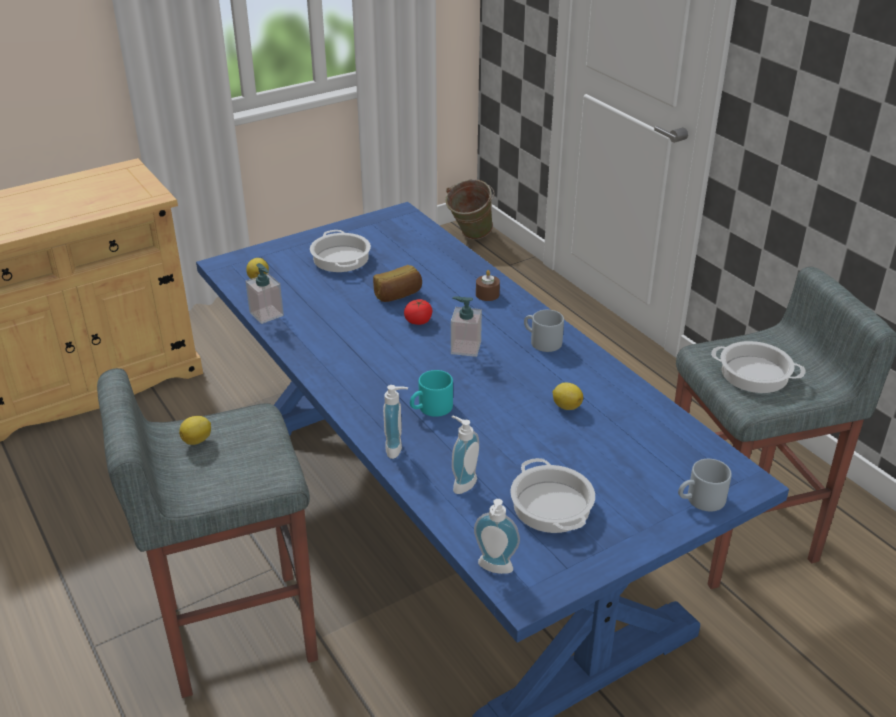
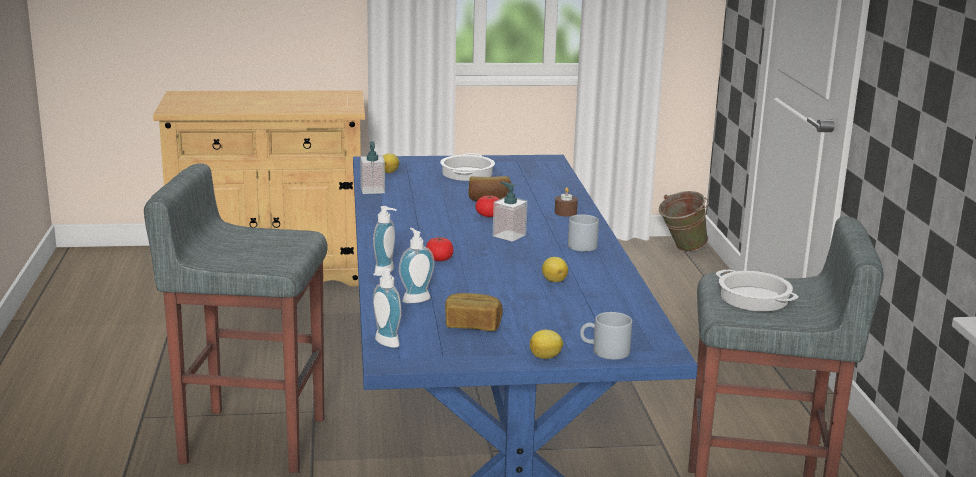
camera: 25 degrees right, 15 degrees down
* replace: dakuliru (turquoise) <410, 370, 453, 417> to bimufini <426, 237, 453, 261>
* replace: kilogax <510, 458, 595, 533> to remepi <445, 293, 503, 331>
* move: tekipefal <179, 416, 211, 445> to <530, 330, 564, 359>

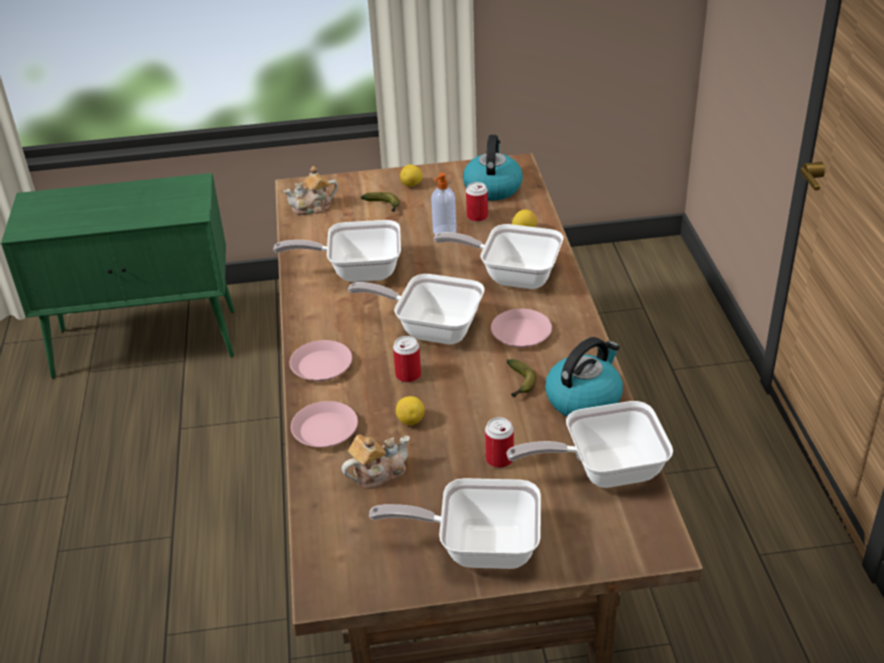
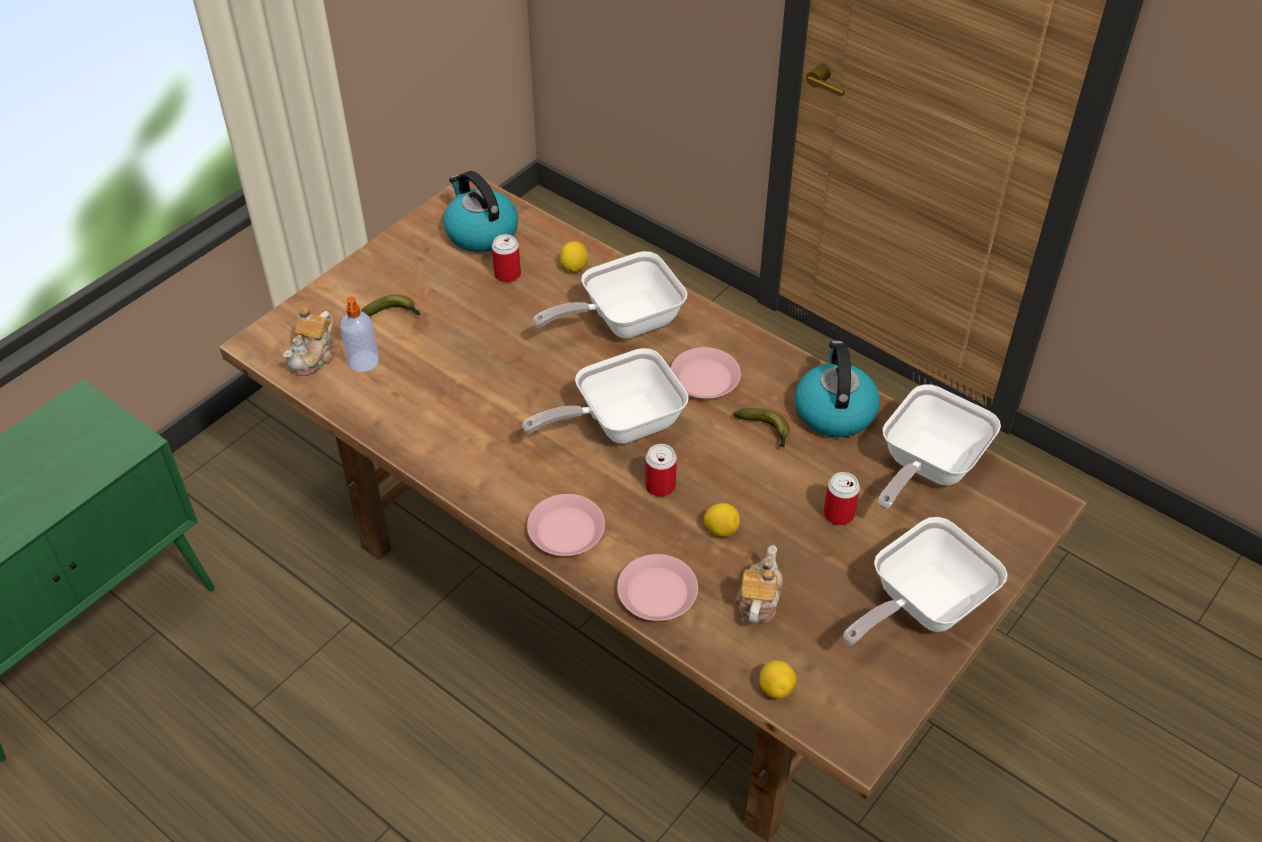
camera: 45 degrees left, 10 degrees up
* move: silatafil <431, 172, 456, 234> to <341, 296, 379, 372>
* move: tekipefal <400, 165, 423, 187> to <759, 660, 796, 699>
* delete: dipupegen <273, 220, 401, 282>

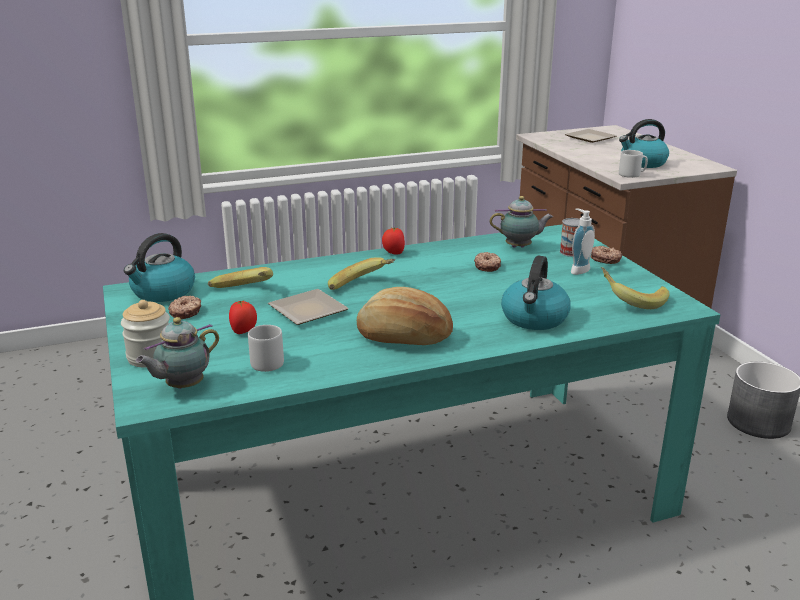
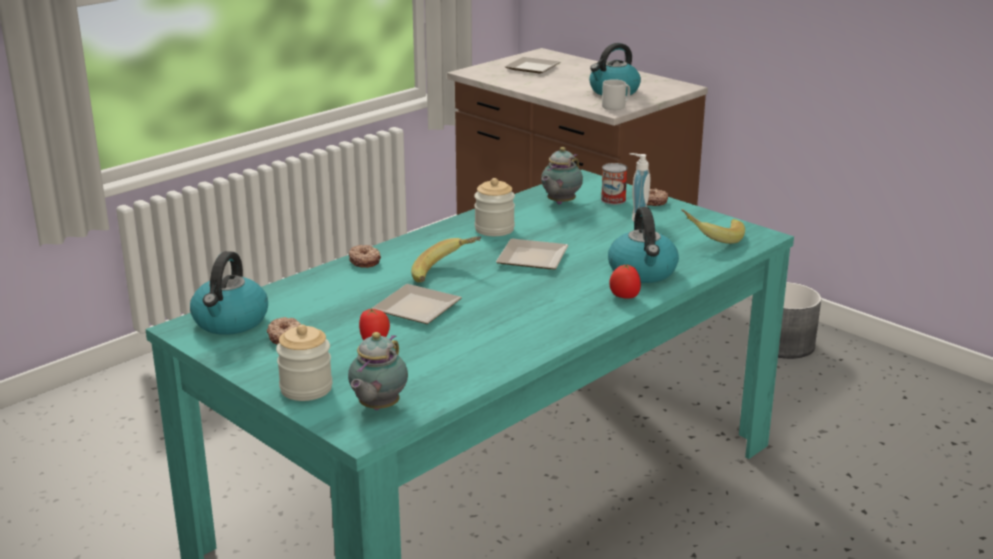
camera: 25 degrees left, 0 degrees up
* move: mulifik <474, 252, 501, 272> to <349, 245, 381, 268>
* insert: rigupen <474, 178, 515, 236>
* insert: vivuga <496, 239, 568, 269>
* rotate: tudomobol <490, 196, 553, 248> = <541, 147, 583, 204> 150 degrees clockwise
* move: bimufini <382, 227, 405, 255> to <609, 264, 641, 299>
* delete: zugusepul <208, 267, 273, 288>
* delete: dakuliru (grey) <248, 325, 284, 372>
* delete: remepi <357, 287, 453, 345>

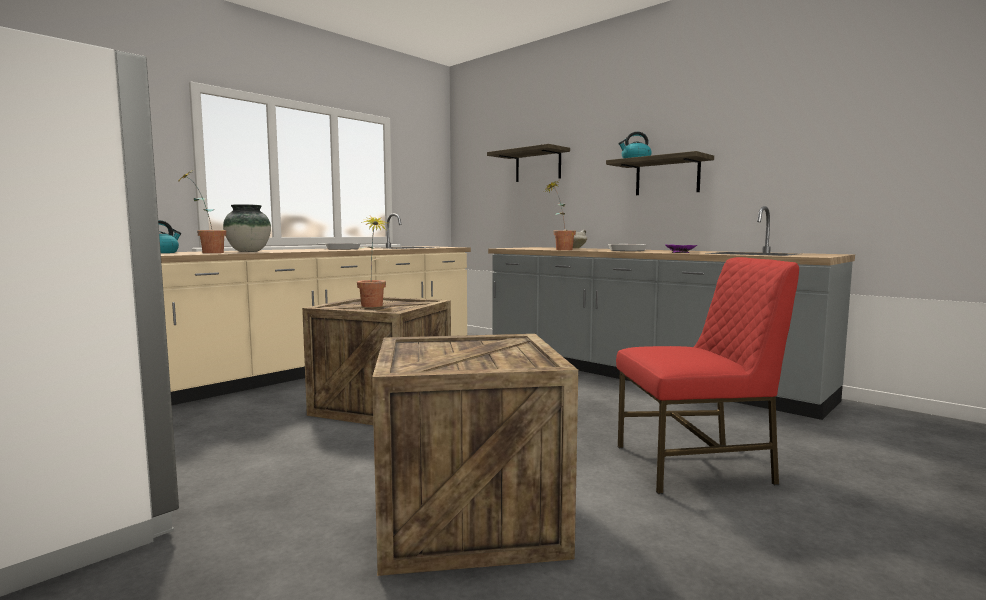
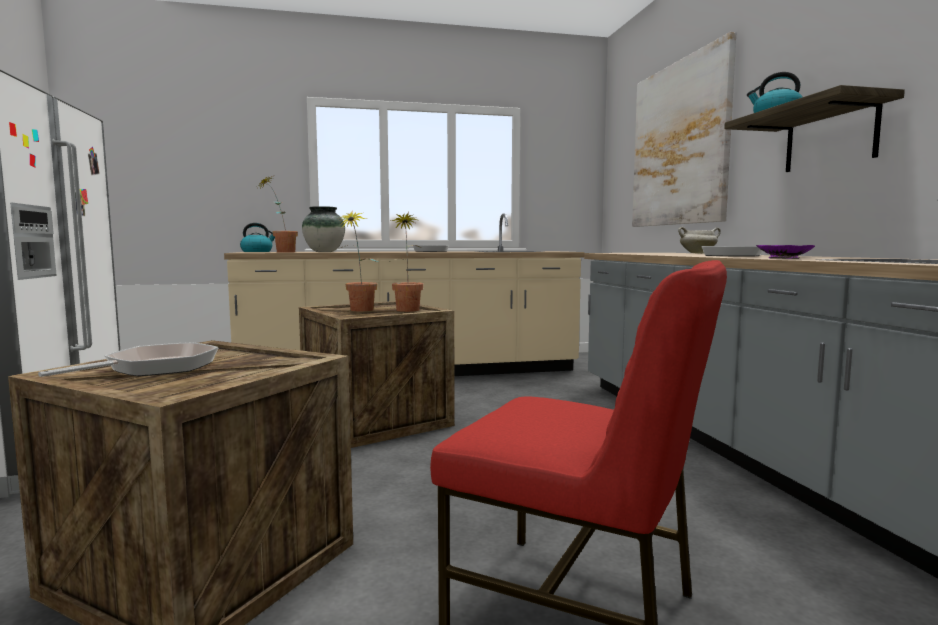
camera: 35 degrees right, 0 degrees up
* insert: dipupegen <38, 342, 219, 377>
* move: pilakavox <544, 181, 576, 250> to <389, 212, 423, 312>
* replace: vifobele <487, 144, 570, 182> to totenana <632, 32, 736, 227>

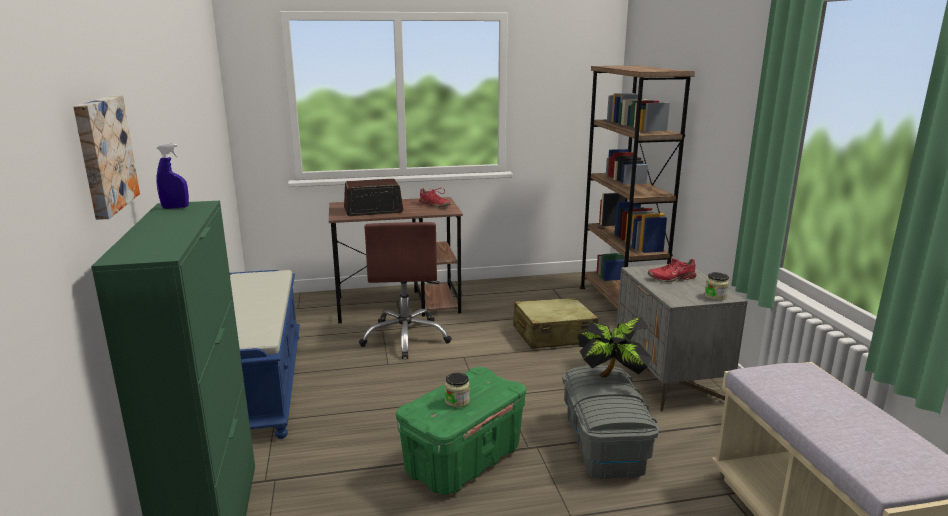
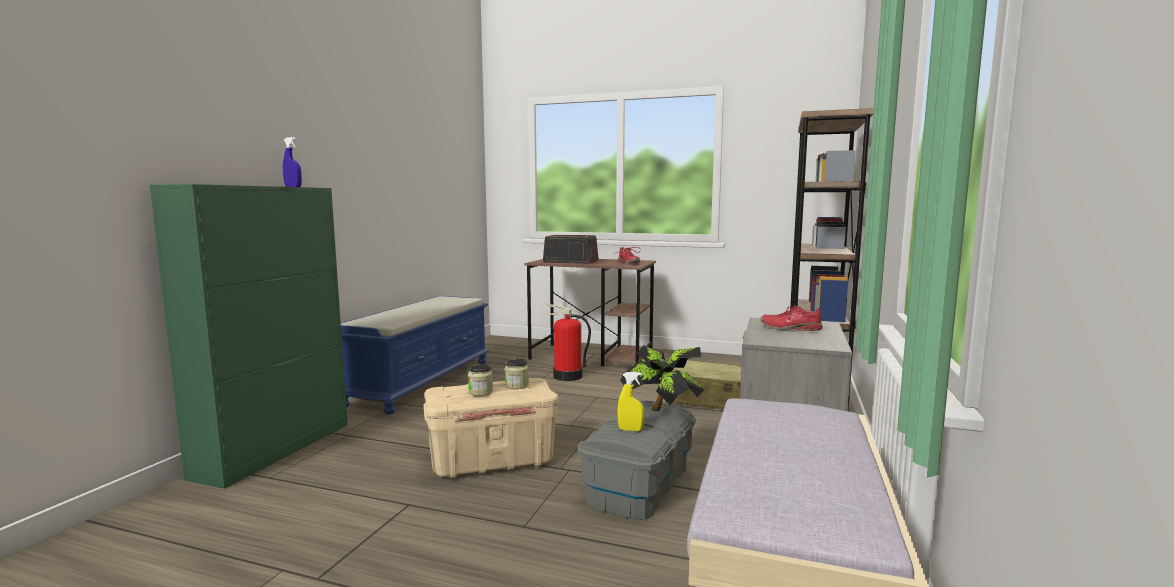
camera: 30 degrees right, 10 degrees down
* recolor: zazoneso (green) <396, 367, 526, 495> to zazoneso (beige) <423, 378, 558, 478>
* move: rigupen <705, 272, 729, 301> to <505, 359, 529, 389>
* replace: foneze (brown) <359, 222, 452, 359> to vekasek <543, 304, 591, 381>
* insert: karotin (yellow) <617, 372, 644, 431>
* delete: totenana <73, 96, 140, 220>

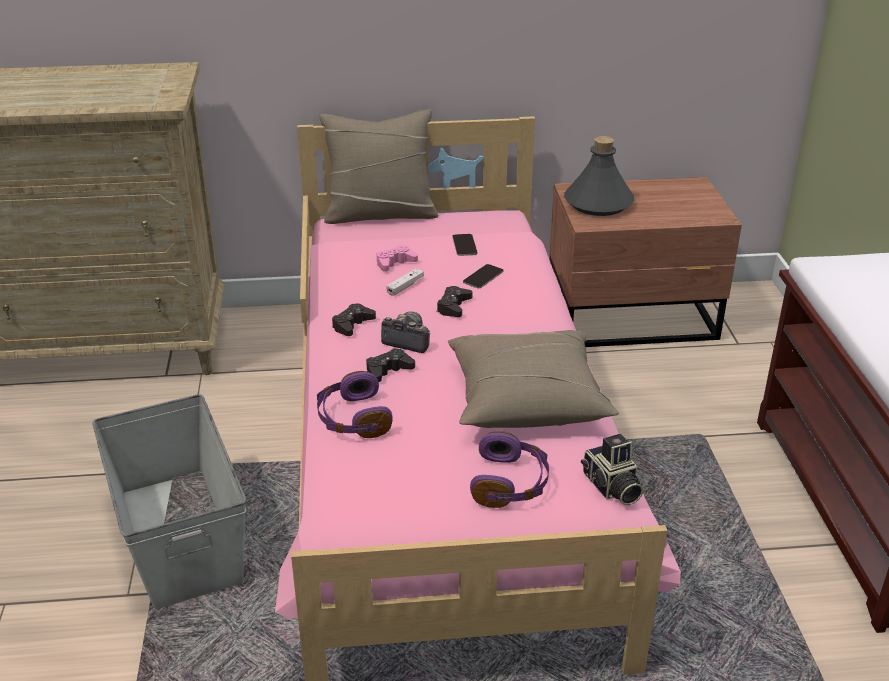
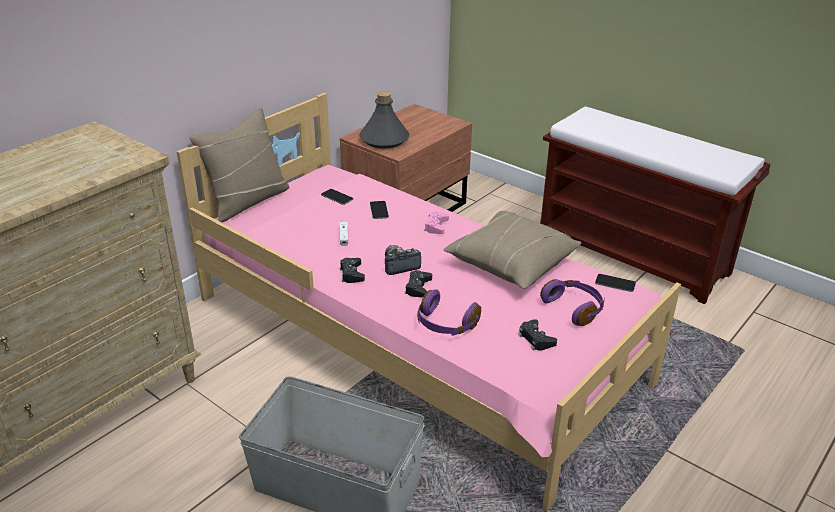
camera: 45 degrees left, 0 degrees up
* move: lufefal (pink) <377, 245, 418, 271> to <425, 211, 449, 234>
* move: lufefal (black) <437, 286, 472, 317> to <519, 319, 557, 351>
* replace: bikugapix <581, 434, 644, 505> to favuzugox <595, 274, 636, 292>

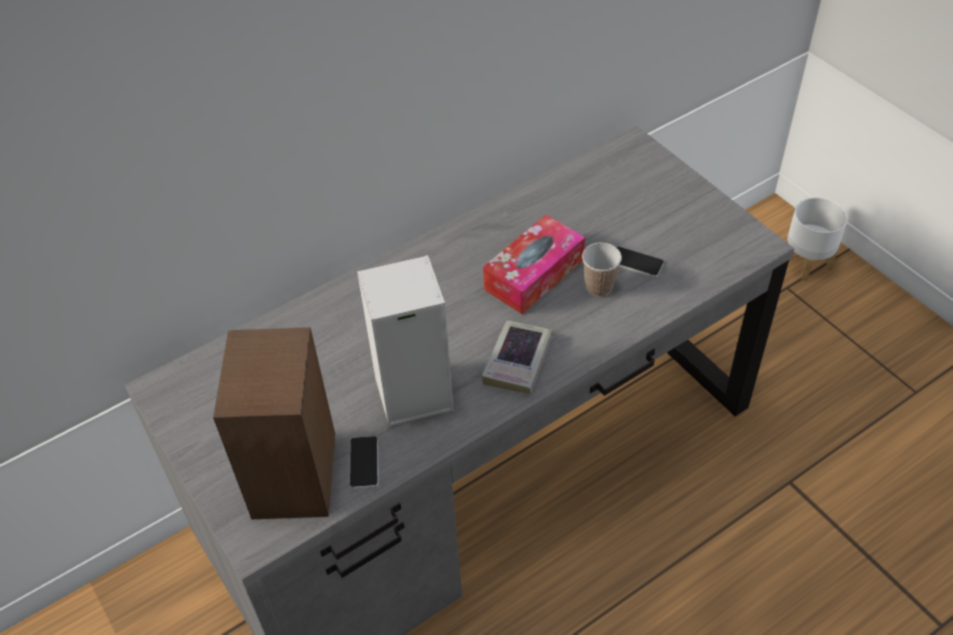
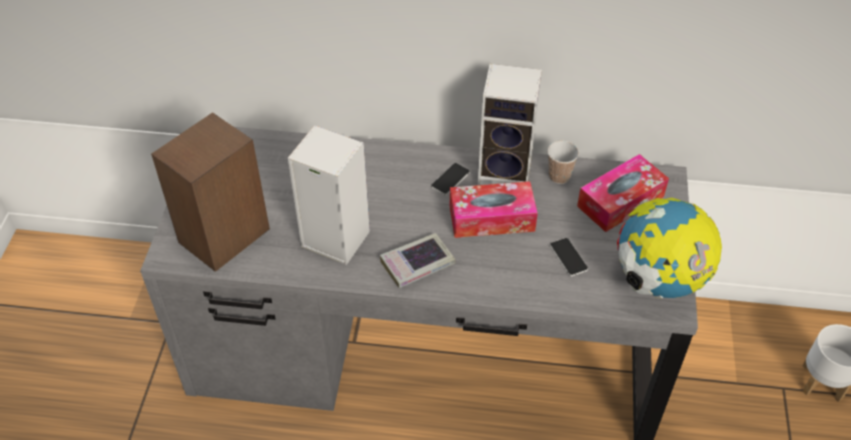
camera: 40 degrees right, 0 degrees up
* move: favuzugox <349, 436, 379, 489> to <431, 163, 470, 196>
* insert: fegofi <478, 64, 542, 185>
* move: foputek <582, 242, 622, 296> to <548, 141, 579, 184>
* insert: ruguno <577, 154, 669, 232>
* insert: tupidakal <617, 198, 722, 299>

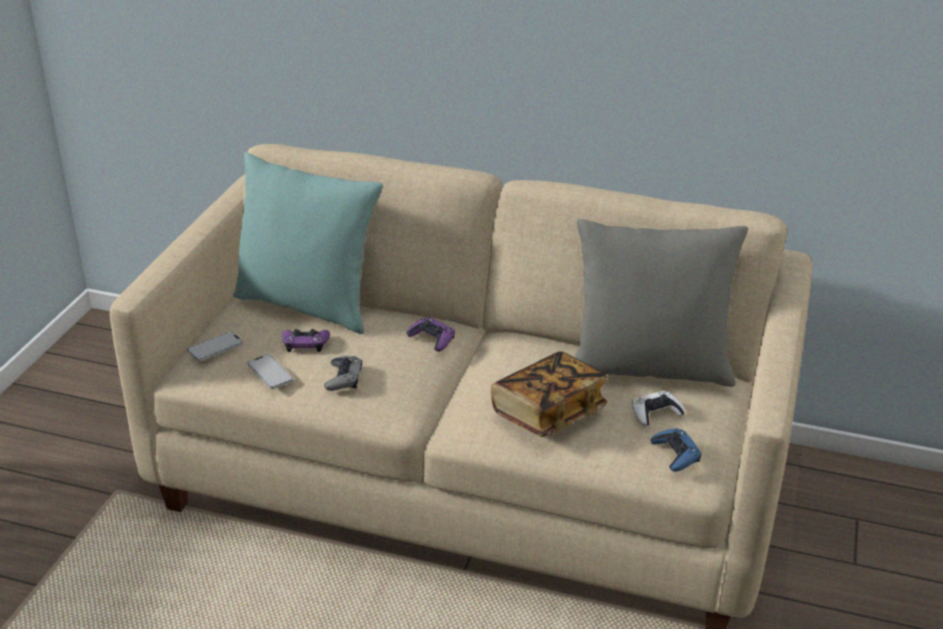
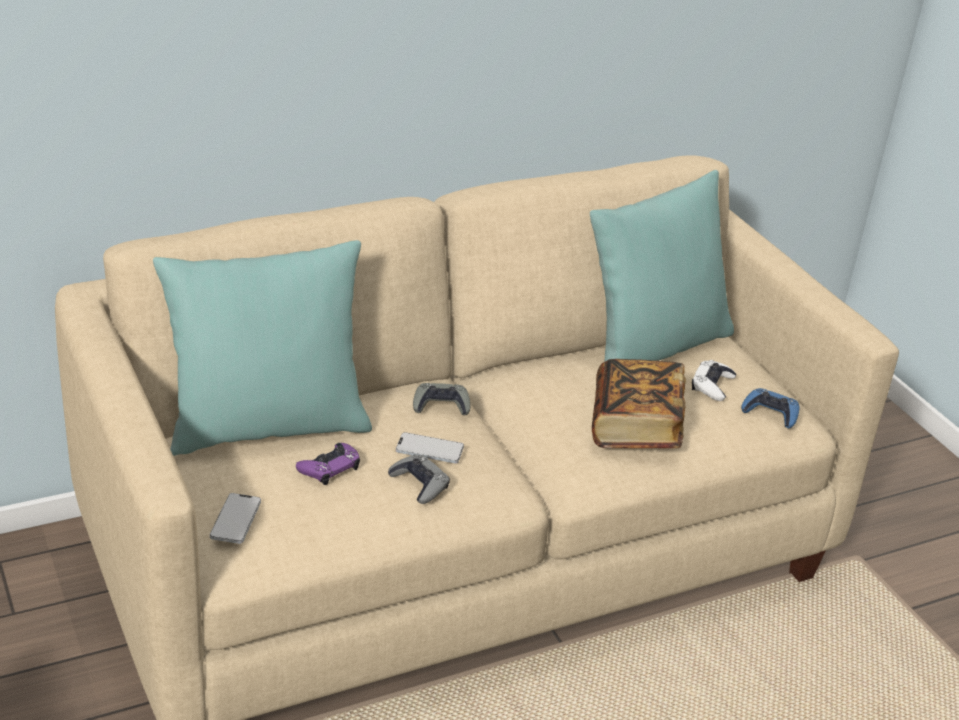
camera: 45 degrees left, 0 degrees up
* move: favuzugox <248, 354, 293, 389> to <396, 432, 464, 464>
* recolor: lufefal (purple) <407, 318, 455, 352> to lufefal (grey) <413, 383, 470, 415>
* recolor: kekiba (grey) <575, 219, 748, 387> to kekiba (turquoise) <590, 170, 734, 362>

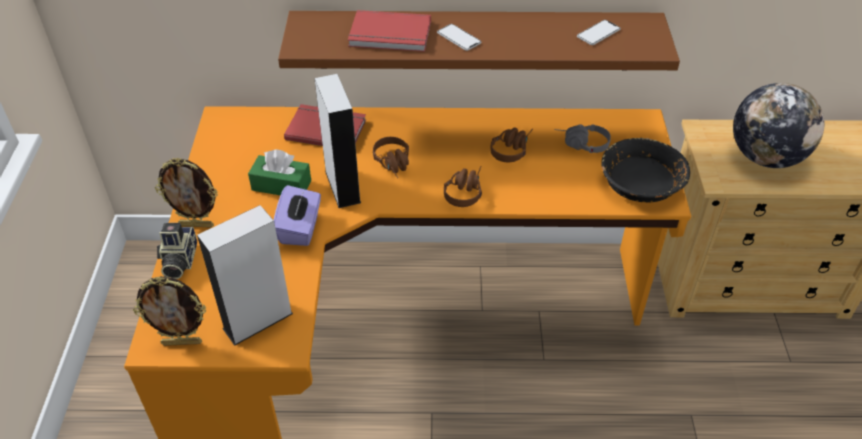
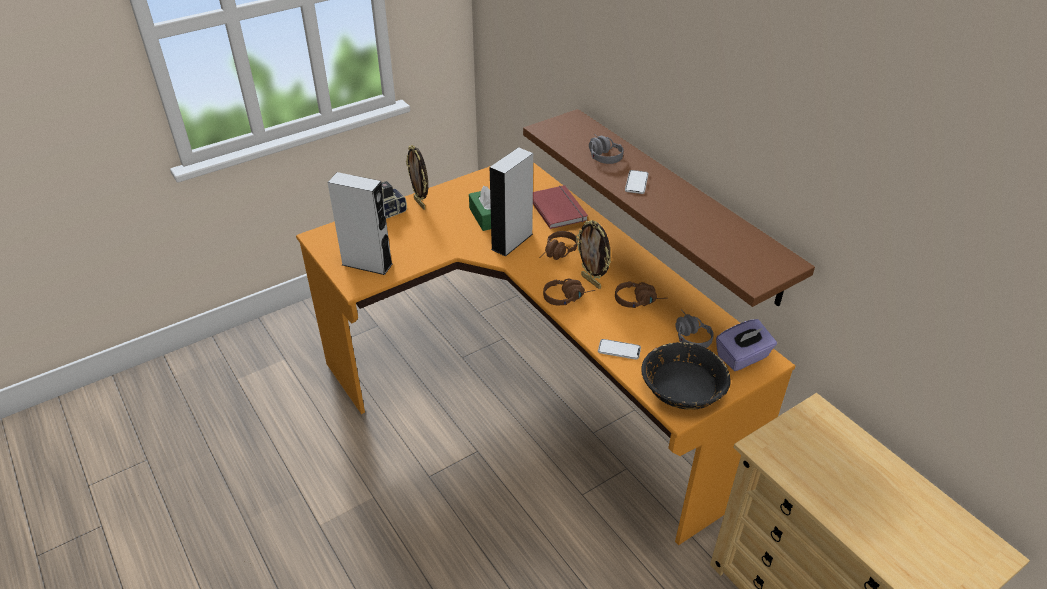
camera: 55 degrees right, 5 degrees down
* move: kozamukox <133, 276, 206, 346> to <576, 220, 611, 289>
* replace: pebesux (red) <348, 10, 431, 52> to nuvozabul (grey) <589, 134, 624, 164>
* move: favuzugox <577, 20, 620, 45> to <598, 339, 641, 360>
* move: ruguno (purple) <274, 185, 321, 246> to <716, 319, 777, 371>
* delete: tupidakal <733, 83, 824, 168>

